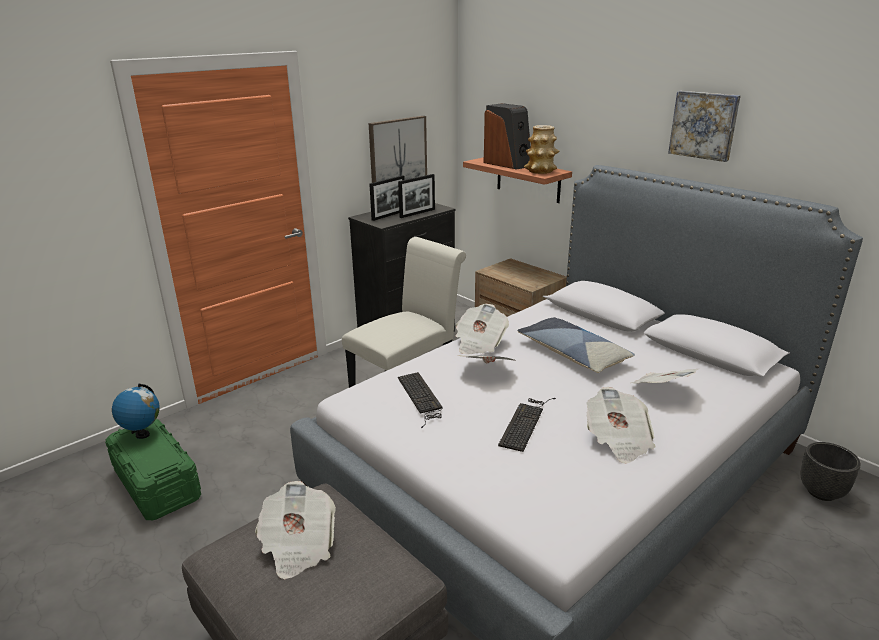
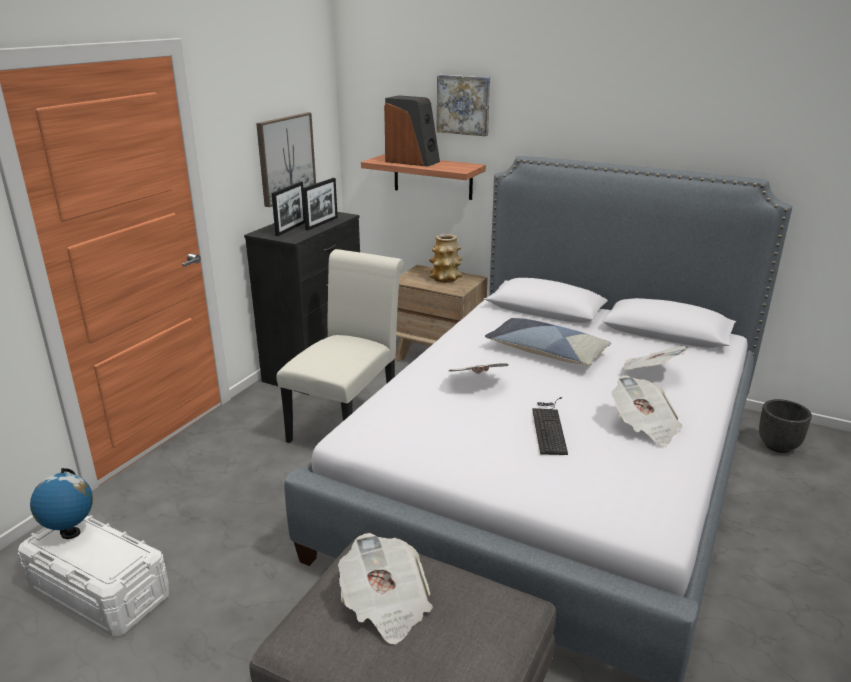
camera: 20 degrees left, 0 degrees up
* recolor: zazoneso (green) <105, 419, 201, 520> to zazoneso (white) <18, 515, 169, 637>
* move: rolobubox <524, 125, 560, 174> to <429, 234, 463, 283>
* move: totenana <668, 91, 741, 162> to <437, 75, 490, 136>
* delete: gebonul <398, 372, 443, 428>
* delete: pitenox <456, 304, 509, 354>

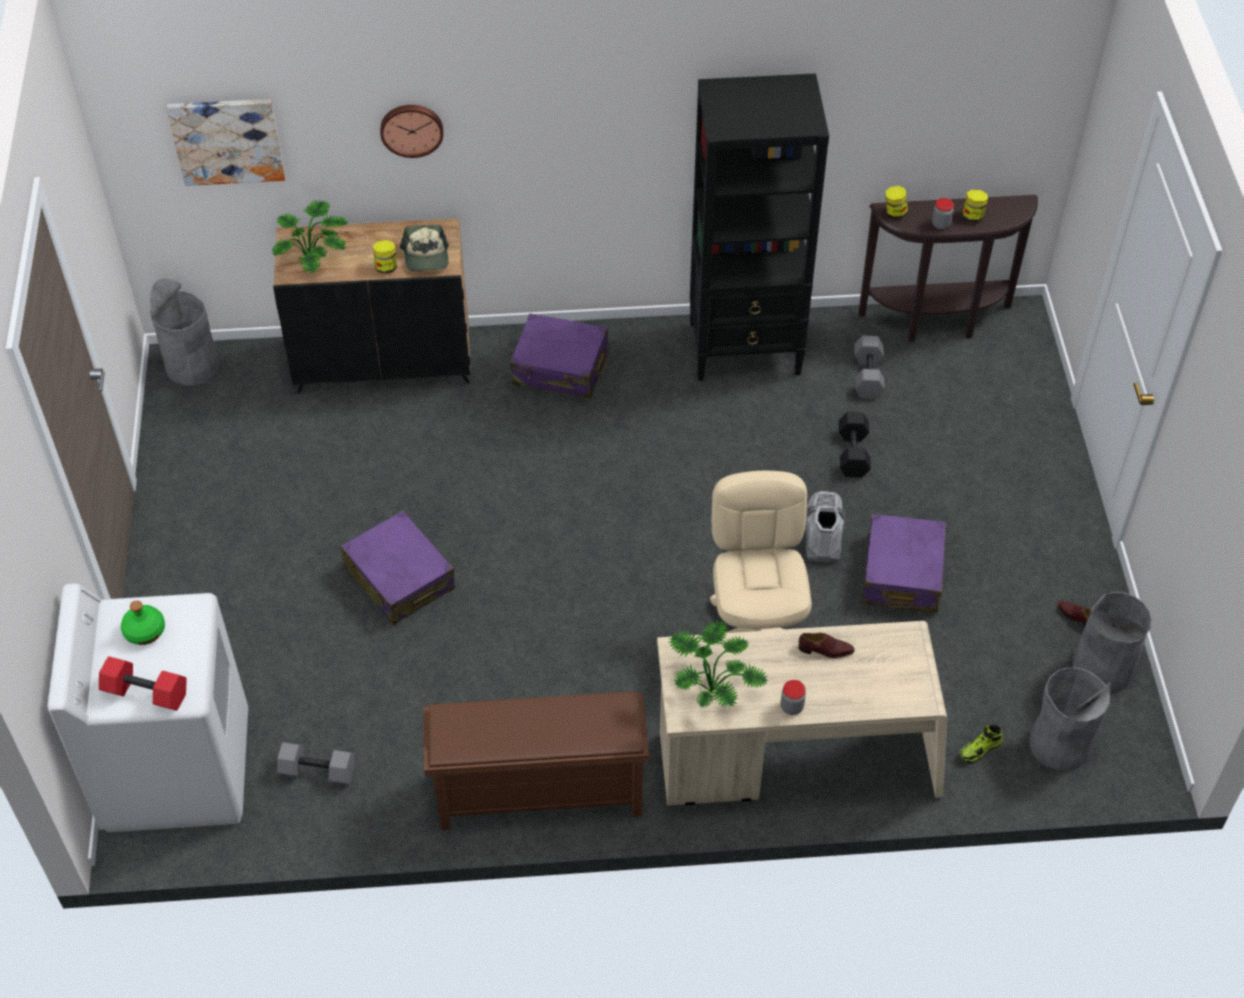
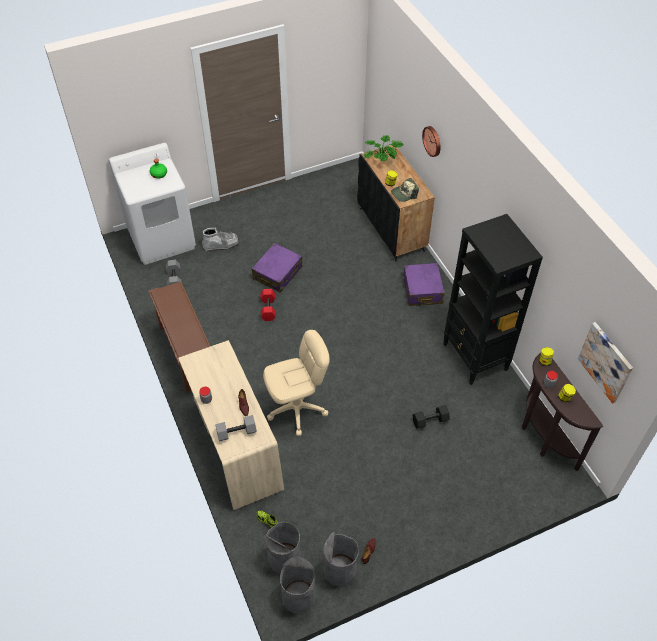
camera: 70 degrees right, 0 degrees up
* move: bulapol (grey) <805, 491, 845, 562> to <202, 228, 239, 253>
* move: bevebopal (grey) <854, 335, 885, 399> to <215, 415, 257, 441>
* move: bevebopal (red) <99, 656, 187, 711> to <261, 289, 276, 321>
* move: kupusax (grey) <150, 279, 219, 386> to <280, 556, 316, 614>
* move: totenana <167, 99, 285, 186> to <578, 322, 633, 404>
* delete: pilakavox <668, 621, 769, 708>
* delete: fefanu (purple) <862, 514, 946, 613>

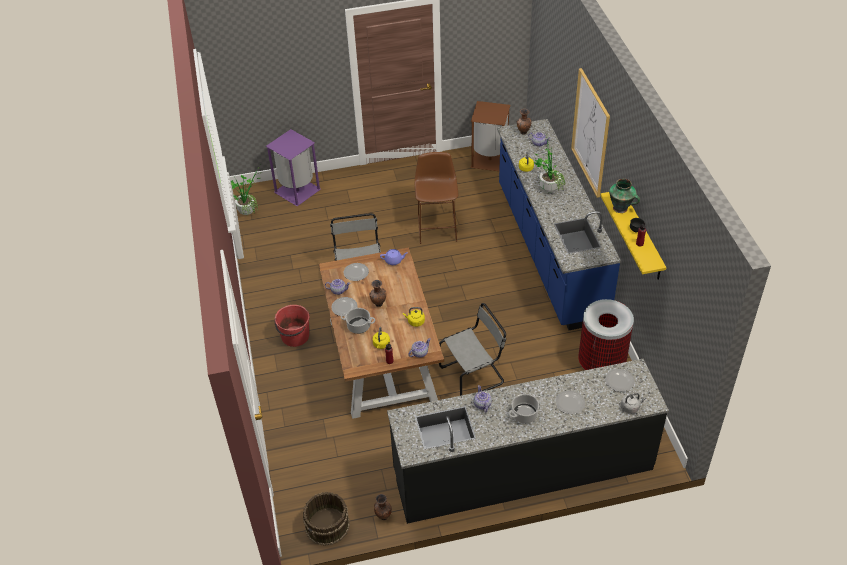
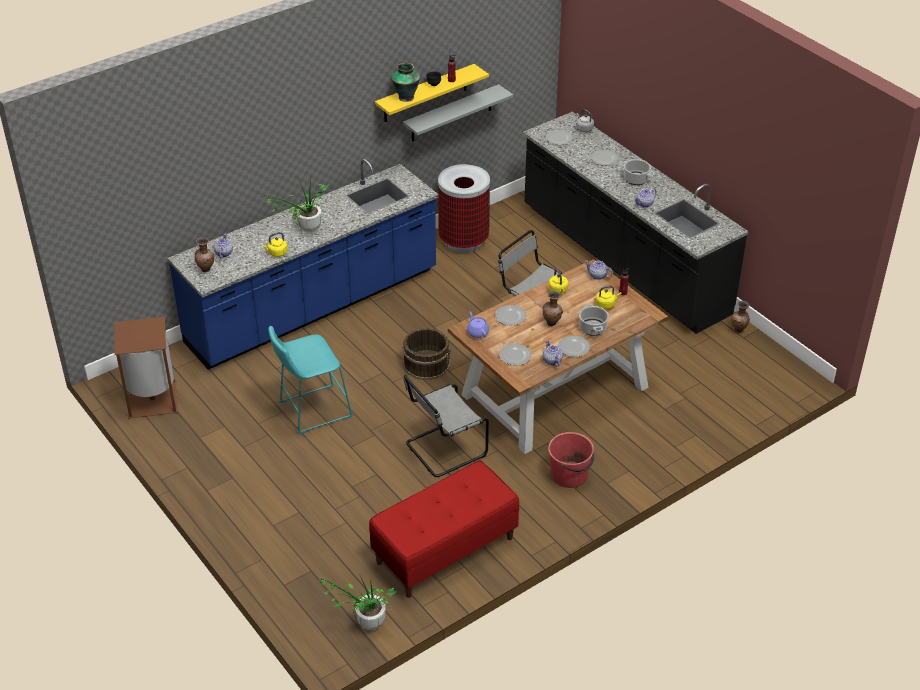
camera: 115 degrees left, 5 degrees down
* recolor: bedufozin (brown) <415, 152, 458, 244> to bedufozin (turquoise) <268, 326, 353, 434>
* insert: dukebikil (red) <369, 461, 519, 598>
* insert: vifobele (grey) <403, 84, 513, 142>
* move: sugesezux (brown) <303, 492, 350, 546> to <403, 328, 451, 380>
* insert: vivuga <495, 305, 526, 326>
* delete: kupusax (purple) <266, 129, 321, 206>
* delete: totenana <571, 68, 610, 198>

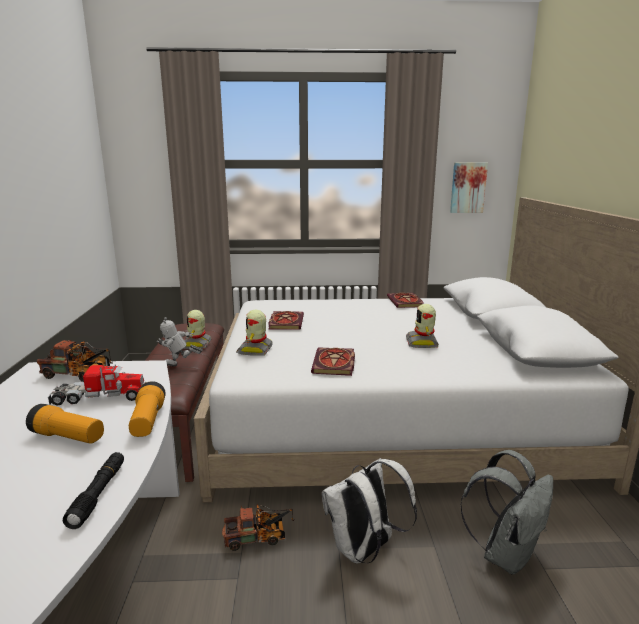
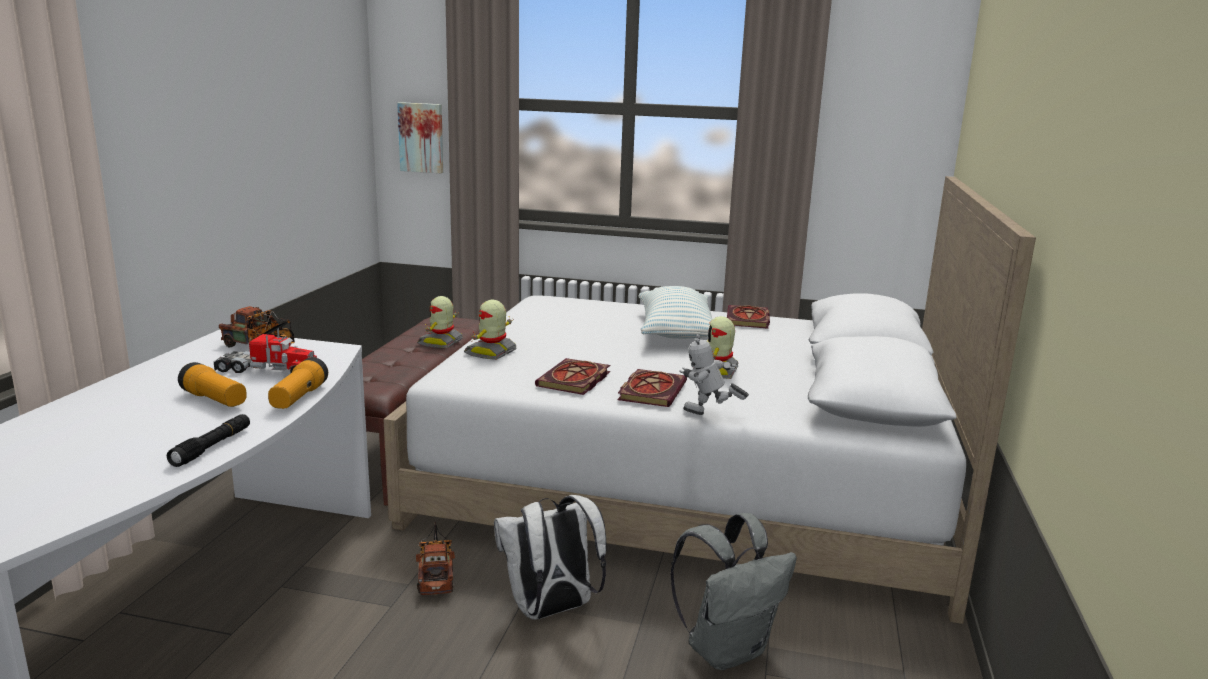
camera: 15 degrees right, 0 degrees up
* move: totenana <450, 162, 488, 213> to <397, 102, 443, 173>
* rotate: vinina <222, 504, 295, 551> = <416, 521, 455, 595> 105 degrees counterclockwise
* move: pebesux <268, 311, 304, 330> to <618, 369, 687, 407>
* insert: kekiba <639, 286, 712, 339>
* move: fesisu <157, 317, 203, 367> to <679, 334, 749, 415>

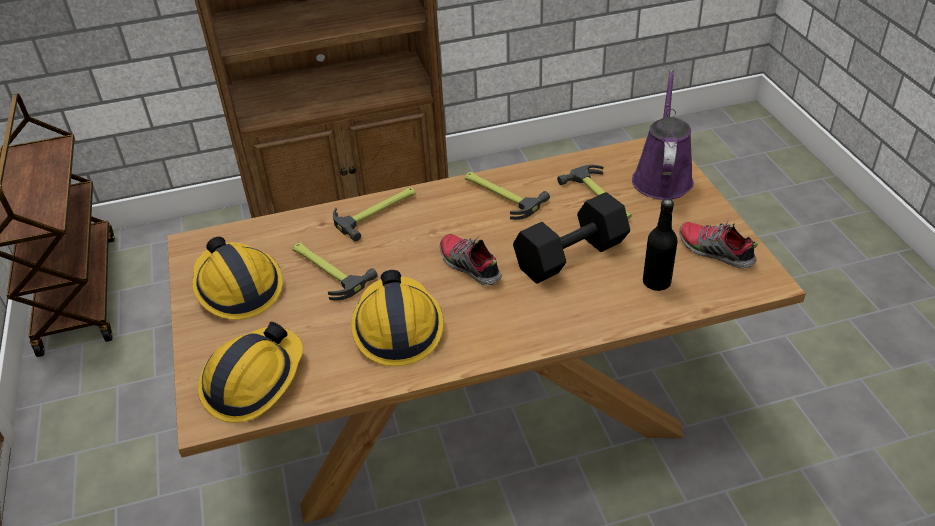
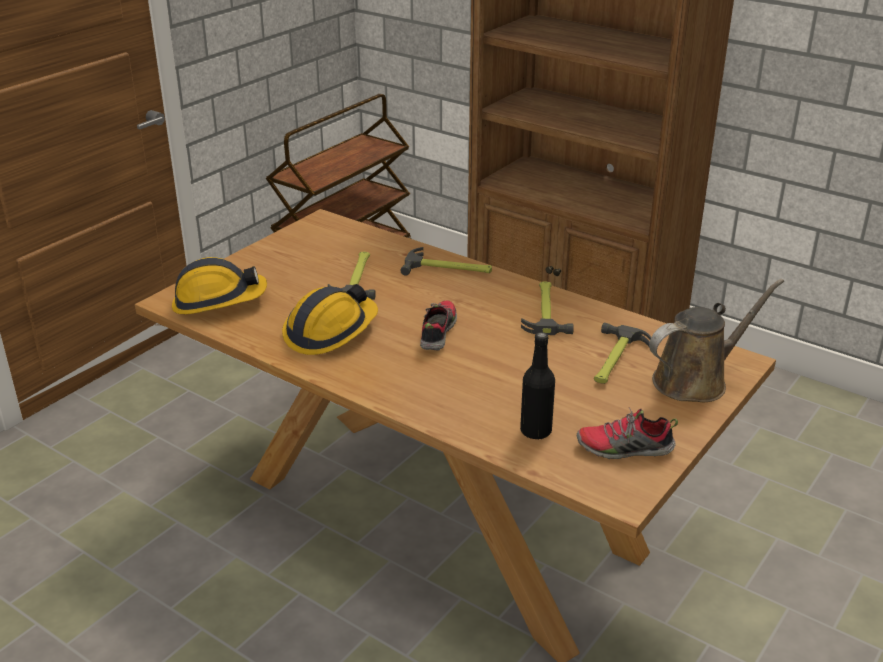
camera: 50 degrees right, 10 degrees down
* rotate: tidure <679, 219, 758, 268> = <577, 407, 678, 459> 90 degrees counterclockwise
* recolor: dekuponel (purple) <632, 70, 694, 200> to dekuponel (brown) <649, 279, 784, 402>
* delete: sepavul <192, 237, 283, 320>
* delete: bevebopal (black) <513, 192, 630, 284>

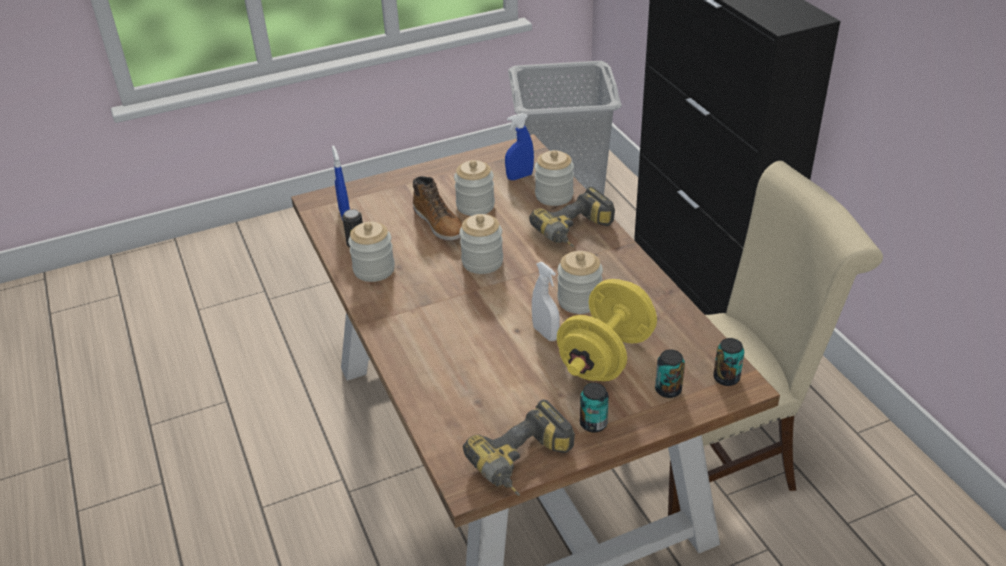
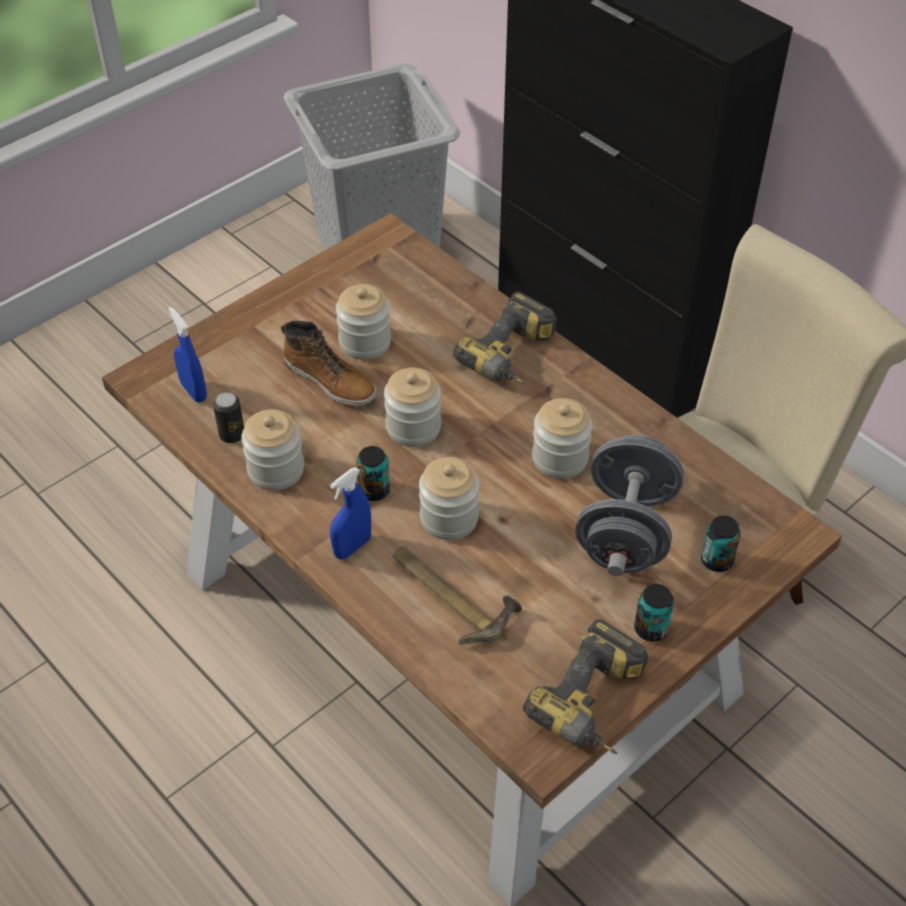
camera: 20 degrees left, 10 degrees up
* move: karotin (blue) <505, 113, 534, 180> to <330, 467, 371, 559>
* move: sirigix <713, 338, 744, 386> to <356, 446, 390, 501>
* insert: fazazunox <393, 546, 522, 645>
* move: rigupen <535, 150, 574, 206> to <419, 457, 480, 540>
* recolor: bevebopal (yellow) <557, 279, 657, 381> to bevebopal (grey) <575, 435, 684, 576>
* delete: karotin (white) <532, 262, 560, 341>

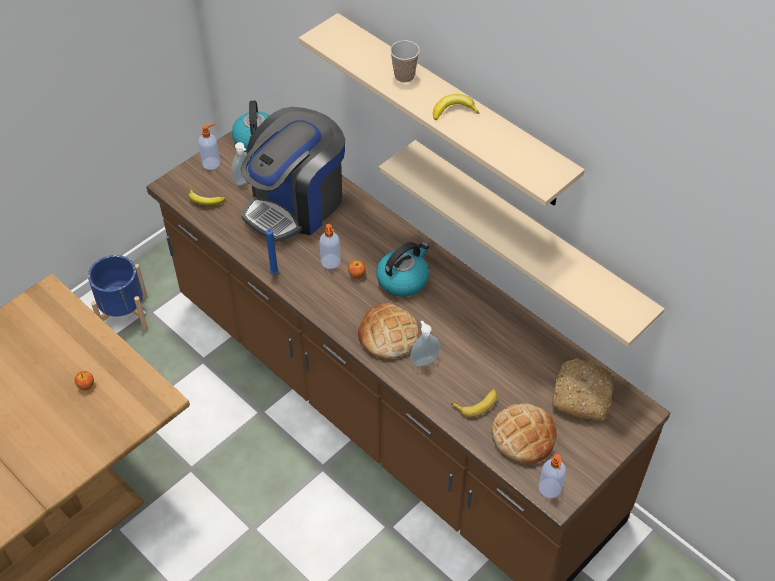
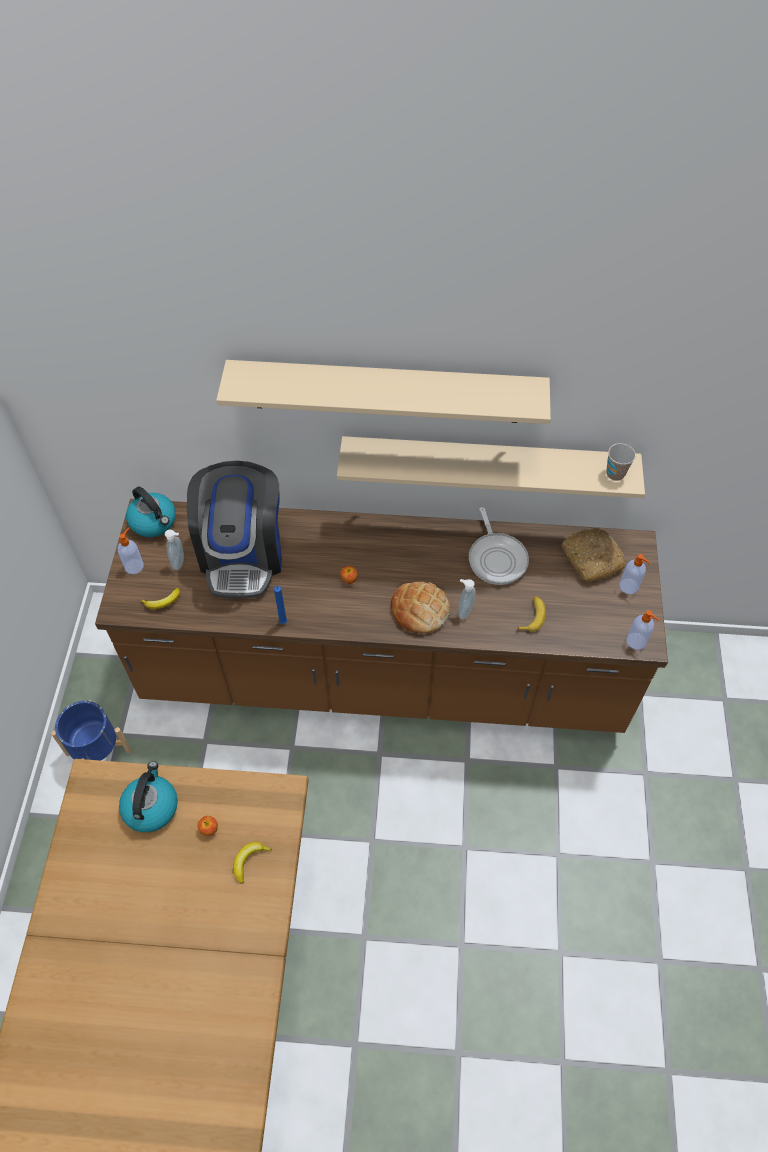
camera: 40 degrees left, 5 degrees up
* move: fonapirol <376, 242, 429, 297> to <119, 761, 178, 832>
* move: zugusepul <433, 94, 479, 120> to <233, 841, 273, 884>
* insert: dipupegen <469, 507, 529, 585>
* move: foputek <390, 41, 420, 83> to <607, 443, 636, 481>
* move: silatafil <319, 224, 341, 269> to <619, 554, 651, 594>
* delete: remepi <492, 403, 557, 464>

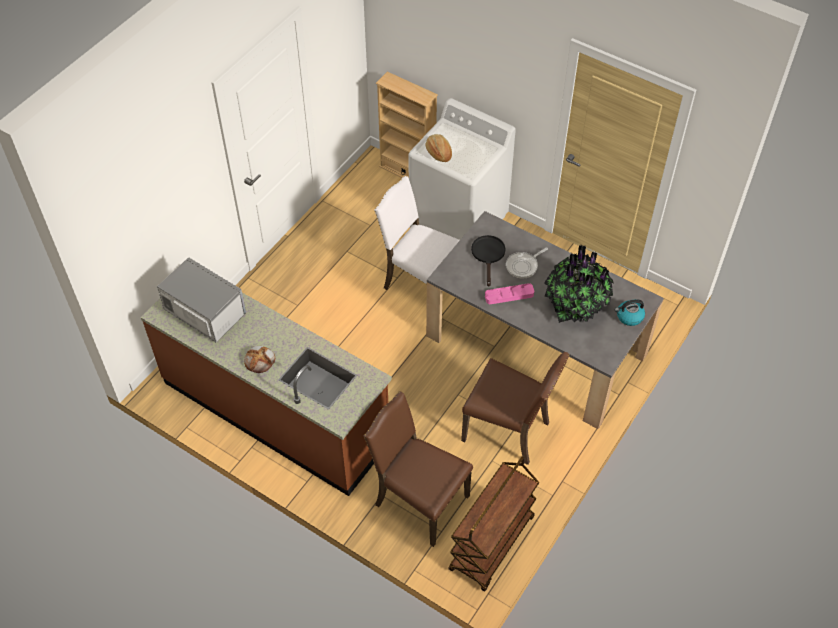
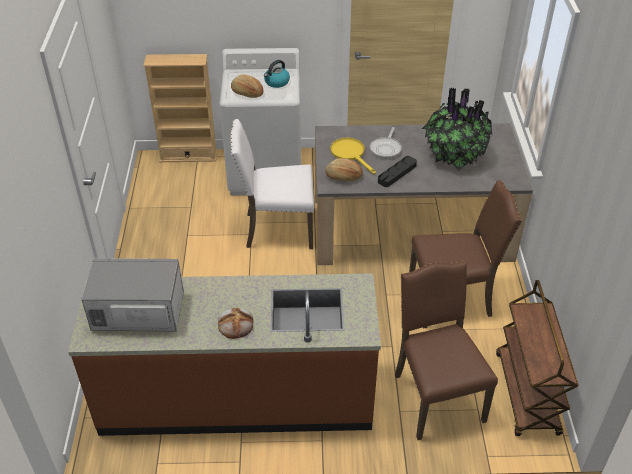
camera: 35 degrees left, 10 degrees down
* move: fonapirol <615, 299, 645, 326> to <264, 60, 290, 88>
* insert: remepi <325, 158, 363, 181>
* recolor: dipupegen (black) <471, 235, 506, 287> to dipupegen (yellow) <330, 137, 376, 174>
* recolor: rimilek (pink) <485, 283, 534, 304> to rimilek (black) <378, 156, 417, 187>
* rotate: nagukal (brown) <363, 392, 473, 547> = <395, 260, 498, 440> 75 degrees clockwise

